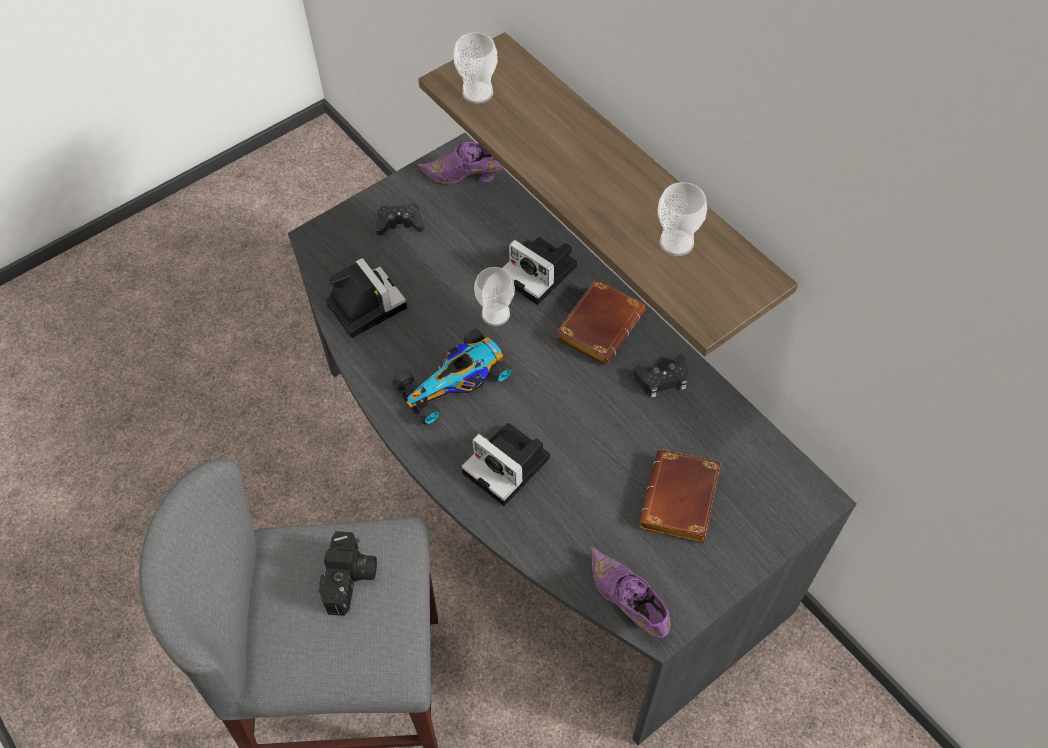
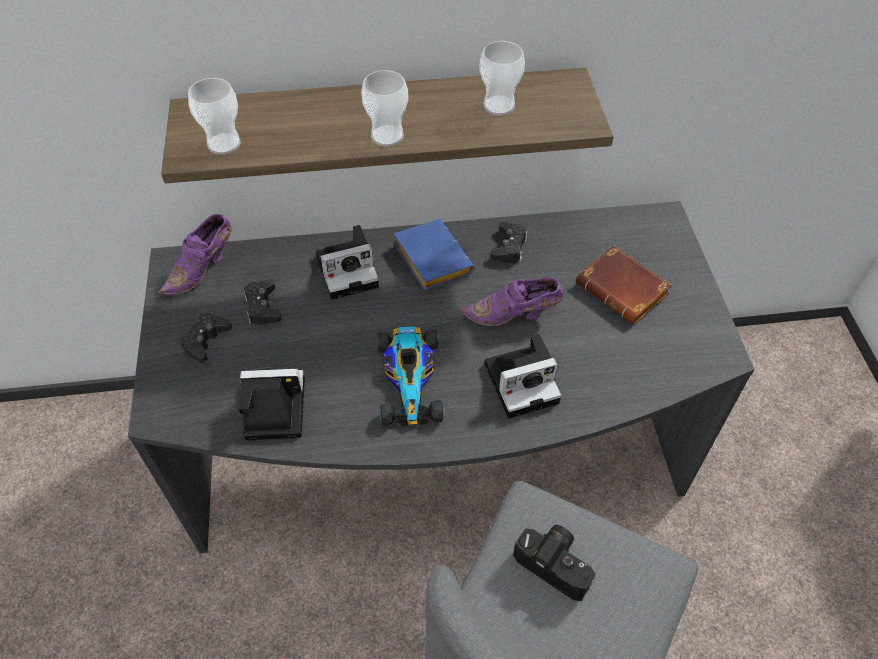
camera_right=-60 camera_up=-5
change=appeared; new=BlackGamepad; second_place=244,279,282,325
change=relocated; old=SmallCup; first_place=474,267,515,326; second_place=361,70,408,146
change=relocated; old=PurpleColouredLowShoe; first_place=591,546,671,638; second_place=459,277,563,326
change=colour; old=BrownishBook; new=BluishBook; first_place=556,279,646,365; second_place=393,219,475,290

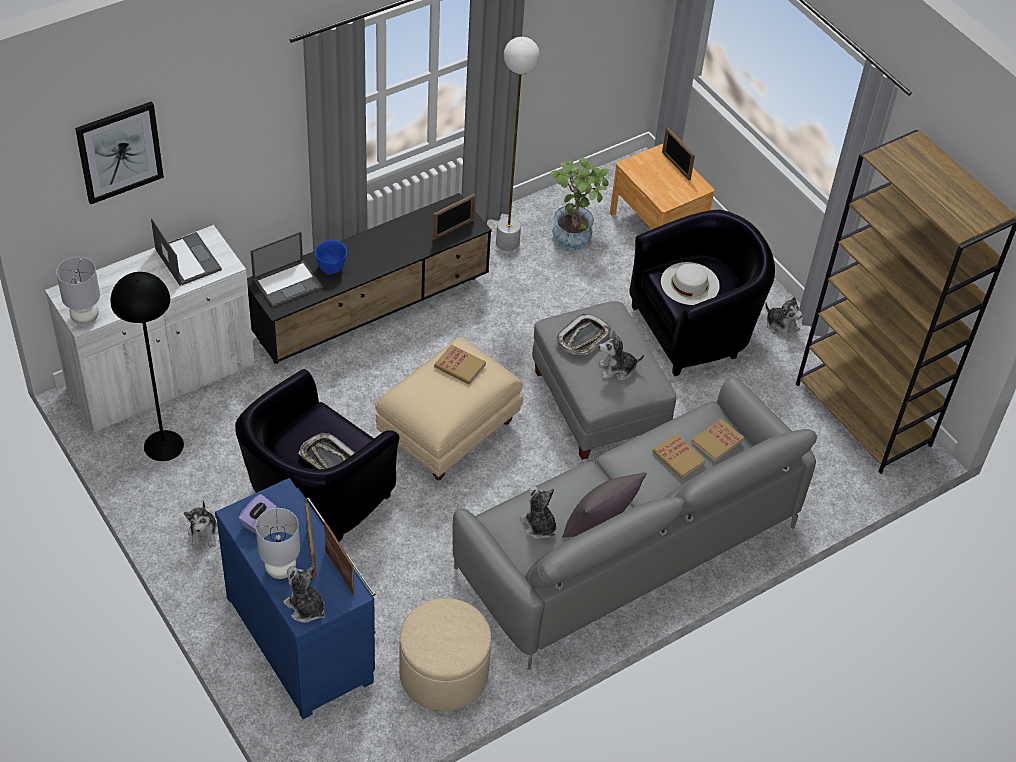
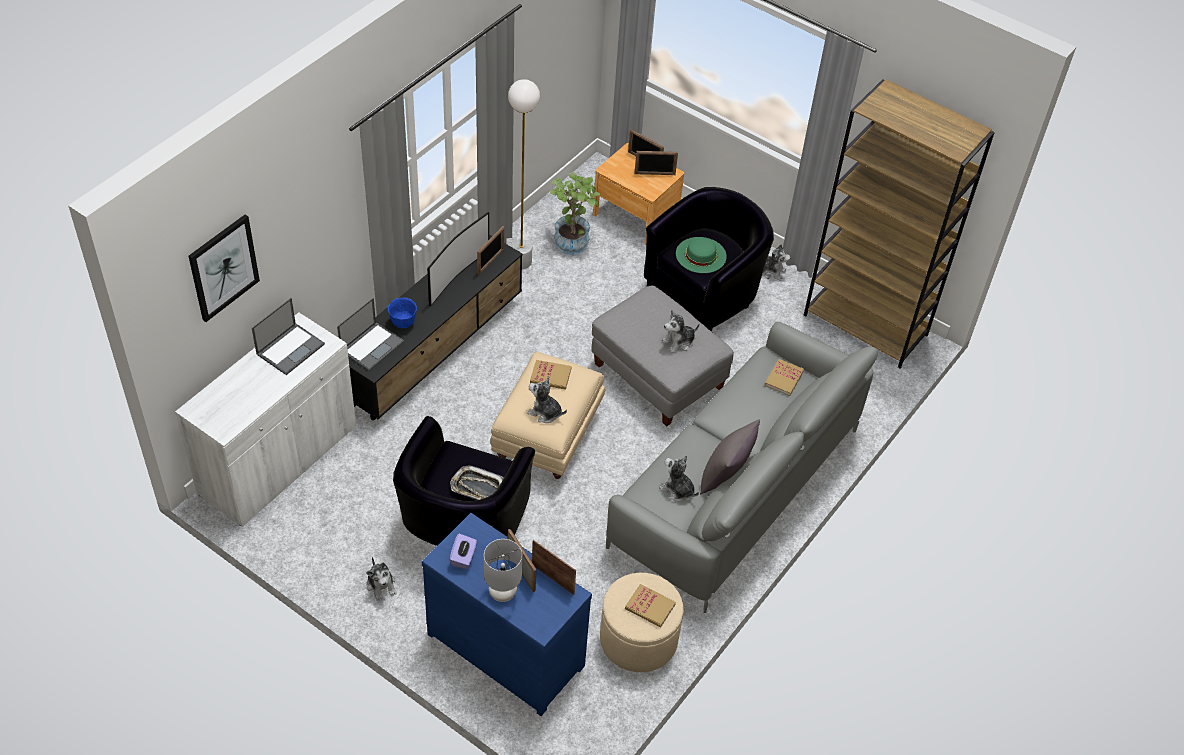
camera_right=-20 camera_up=0
change=missing; old=GreyishTabletopLamp; first_place=56,257,100,325
change=missing; old=BlackStandardLamp; first_place=111,272,184,461
change=missing; old=ServingTray; first_place=556,314,611,355
change=appeared; new=Tv; second_place=427,212,489,307
change=appeared; new=StandingFrame; second_place=634,151,678,175
change=relocated; old=PlushToy; first_place=283,565,325,623; second_place=527,377,567,423
change=relocated; old=Book; first_place=652,433,706,479; second_place=625,584,676,628
change=colour; old=WhitishWearableHat; new=GreenWearableHat; first_place=661,262,720,305; second_place=676,237,727,273
change=spun; old=Laptop; first_place=151,218,222,286; second_place=252,298,325,375; degrees=90

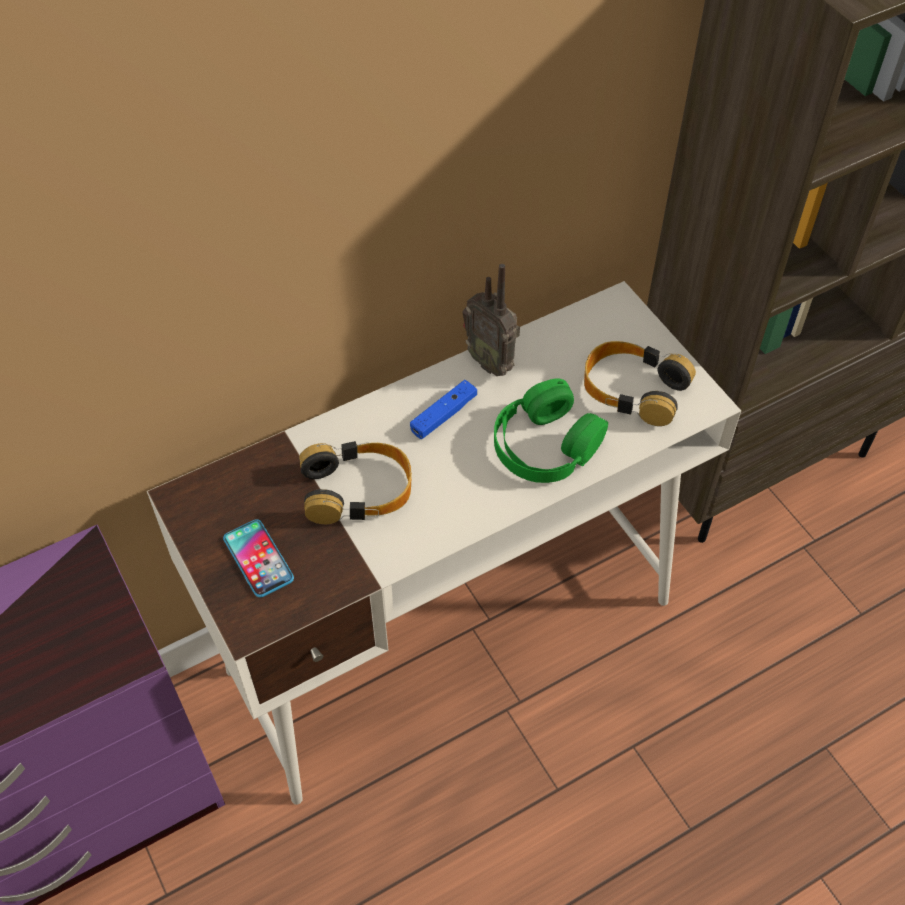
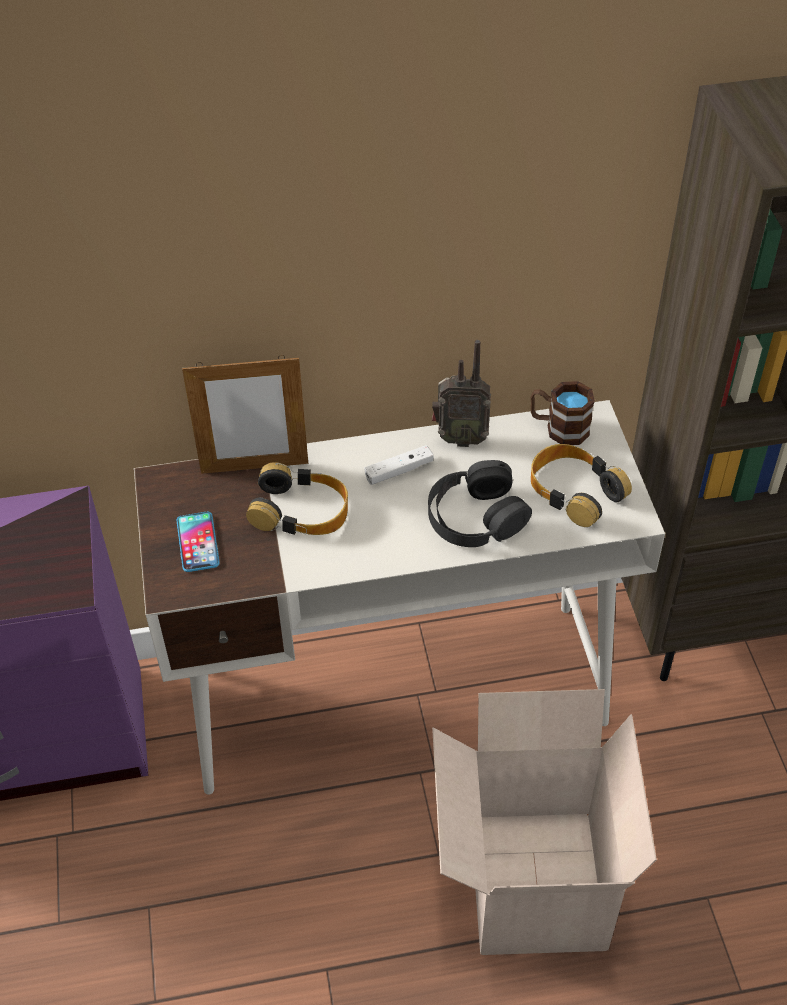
camera_right=20 camera_up=-5
change=appeared; new=StandingFrame; second_place=182,355,308,474
change=appeared; new=Carton; second_place=432,689,657,955
change=appeared; new=BrownishTeaMug; second_place=531,381,595,445
change=colour; old=BluishGamepad; new=WhitishGamepad; first_place=410,380,477,439; second_place=364,445,434,485
change=colour; old=GreenHeadset; new=BlackHeadset; first_place=494,378,608,483; second_place=428,460,532,547
change=spun; old=RadioSet; first_place=462,264,520,376; second_place=432,340,491,447; degrees=-60

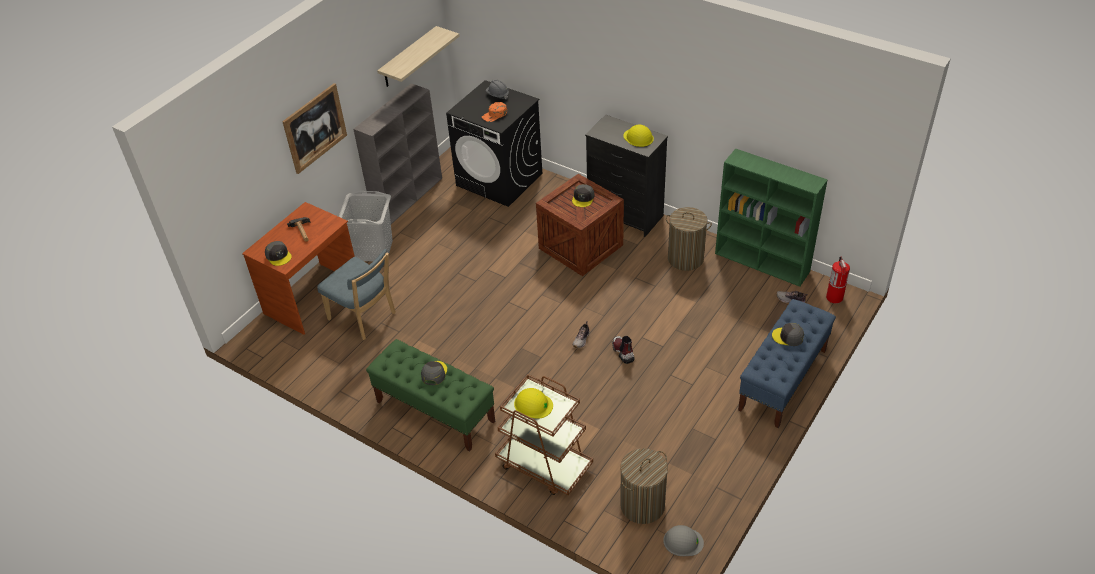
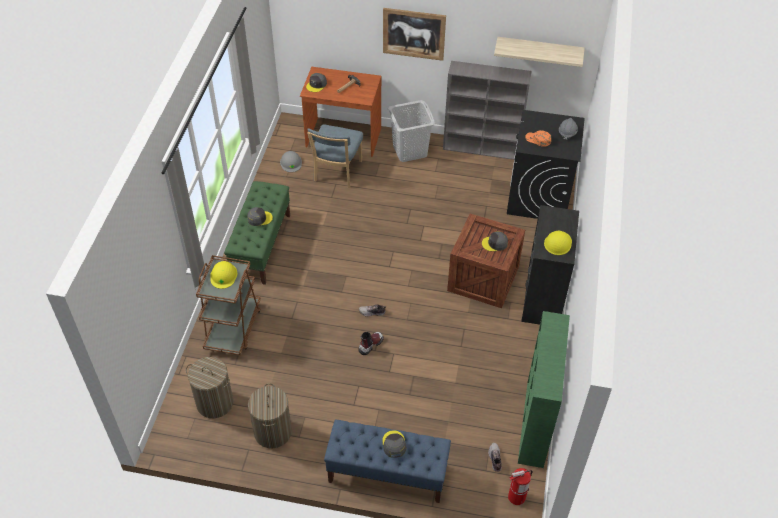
camera_right=65 camera_up=5
change=relocated; old=GreyishSafetyHelmet; first_place=663,525,704,556; second_place=280,151,302,172
change=relocated; old=WashingBasket; first_place=666,207,712,271; second_place=248,383,292,448

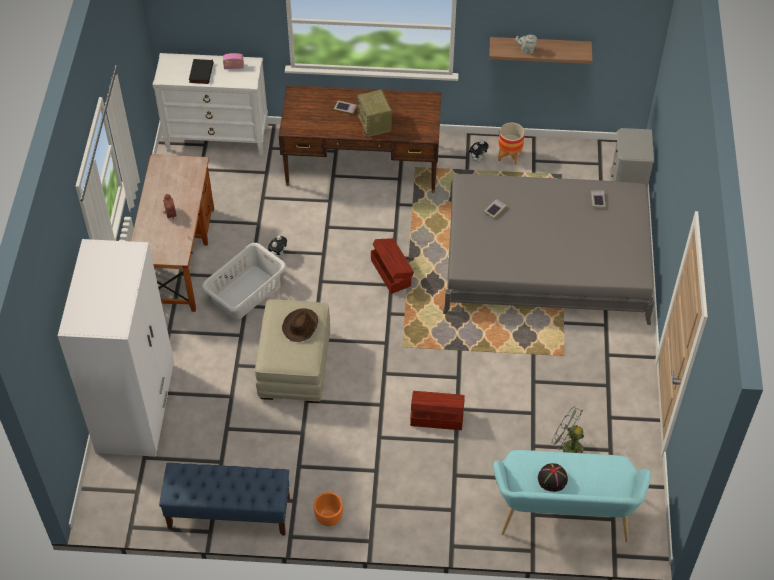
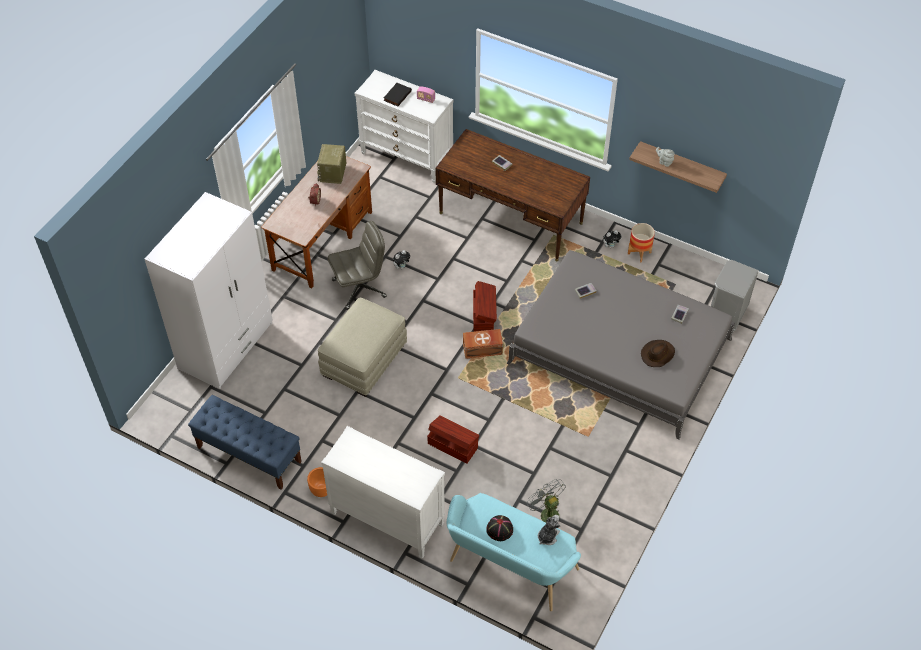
camera_right=25 camera_up=0
change=appeared; new=WhitishDrawerChest; second_place=321,426,445,559
change=appeared; new=BrownishStorageContainer; second_place=463,329,503,359
change=appeared; new=PlushToy; second_place=538,515,560,545
change=relocated; old=BrownishWearableHat; first_place=282,308,318,342; second_place=641,340,675,367
change=relocated; old=RadioSet; first_place=357,90,392,137; second_place=317,144,346,184
change=exchanged; old=GreyishWashingBasket; new=GreyishDeskChair; first_place=202,243,286,319; second_place=328,221,387,310

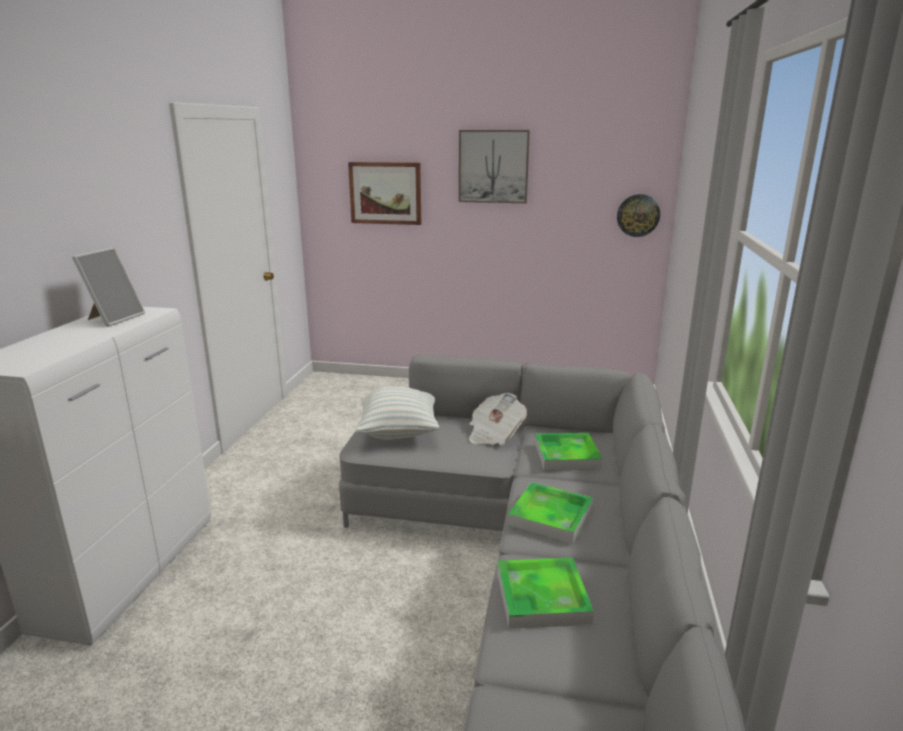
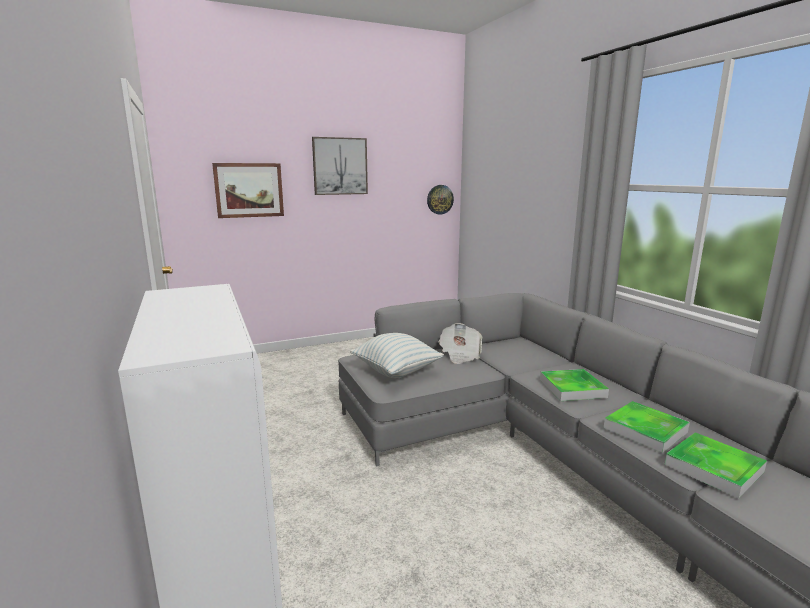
camera_right=-35 camera_up=-5
change=missing; old=StandingFrame; first_place=72,248,145,327
change=relocated; old=ServingTray; first_place=535,433,603,470; second_place=665,432,767,499

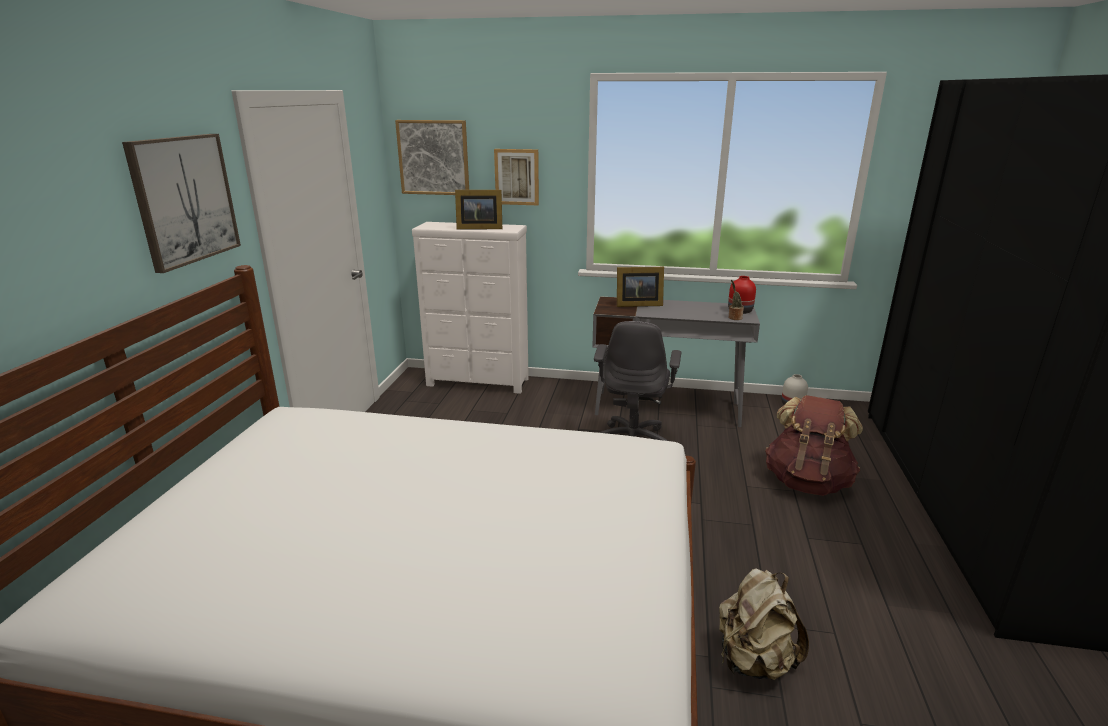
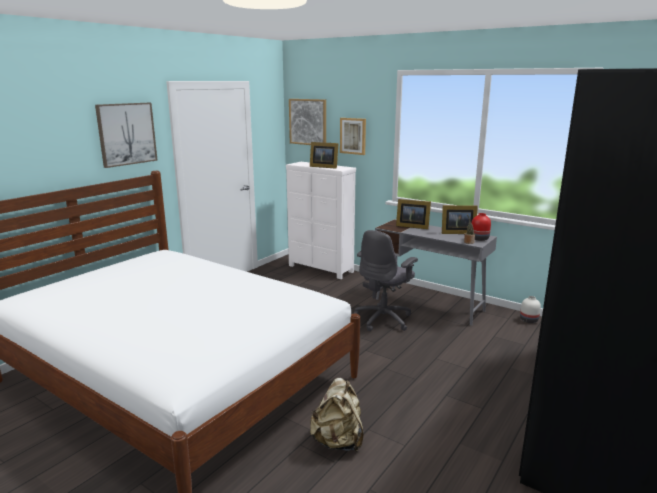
camera_right=25 camera_up=-5
change=missing; old=BrownishKnapsack; first_place=765,395,863,496
change=appeared; new=StandingFrame; second_place=442,205,478,234

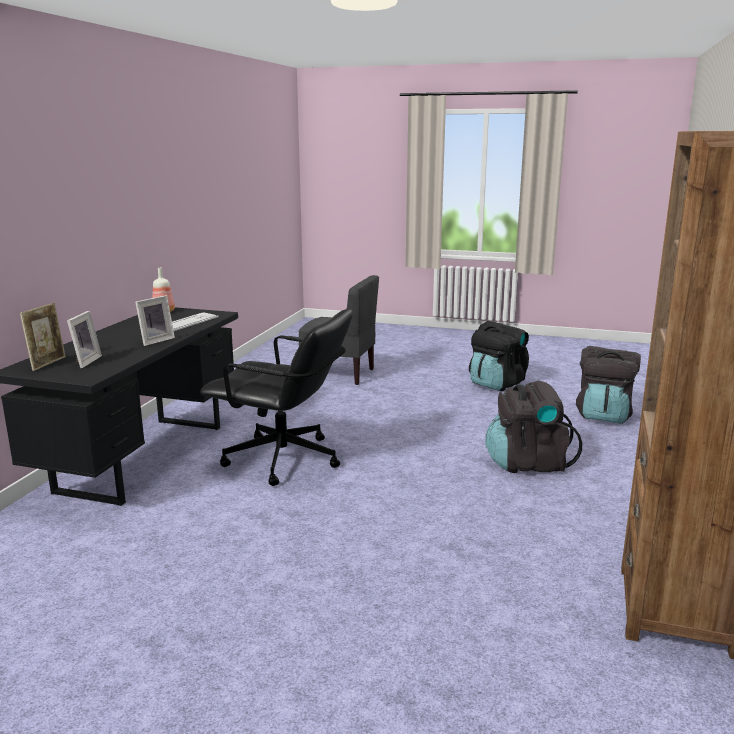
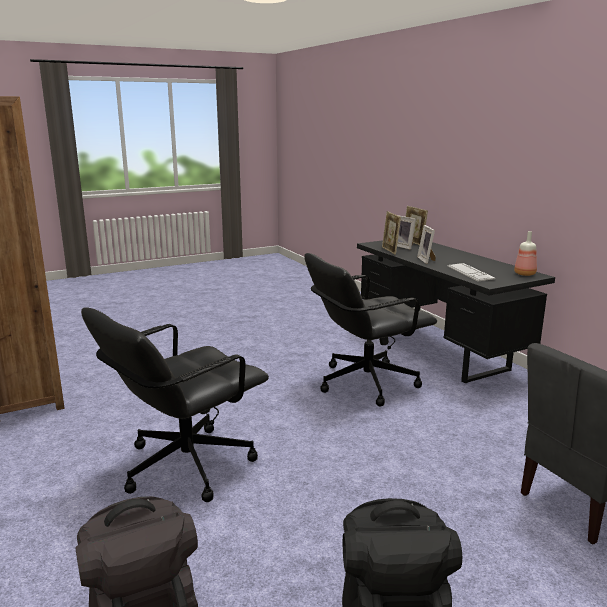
camera_right=135 camera_up=0
change=appeared; new=StandingFrame; second_place=382,211,401,255
change=exchanged; old=BlackKnapsack; new=BlackDeskChair; first_place=485,381,582,473; second_place=81,308,269,502

